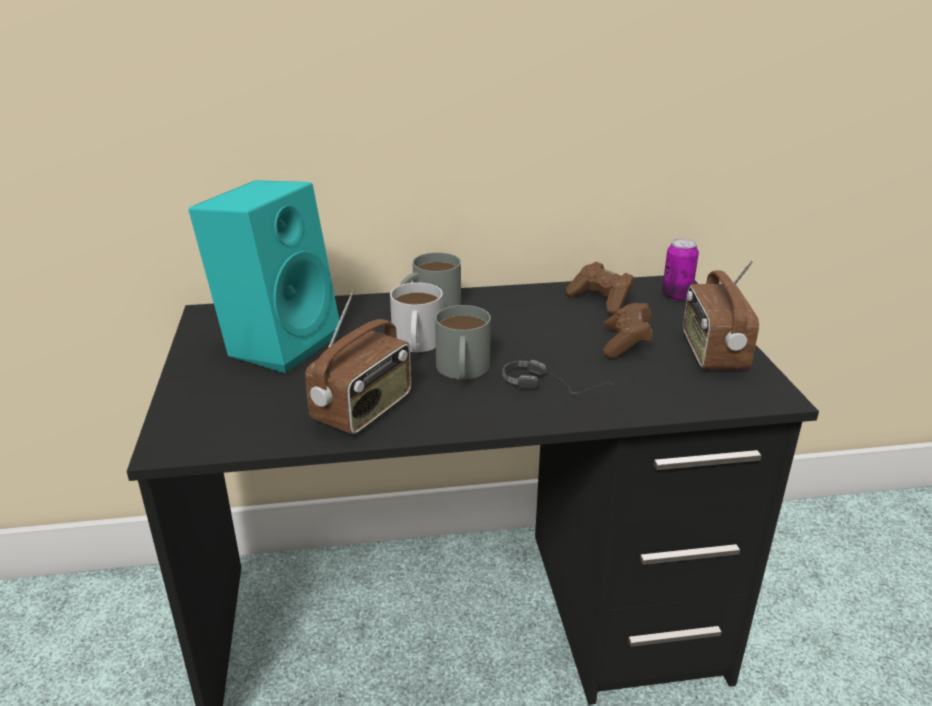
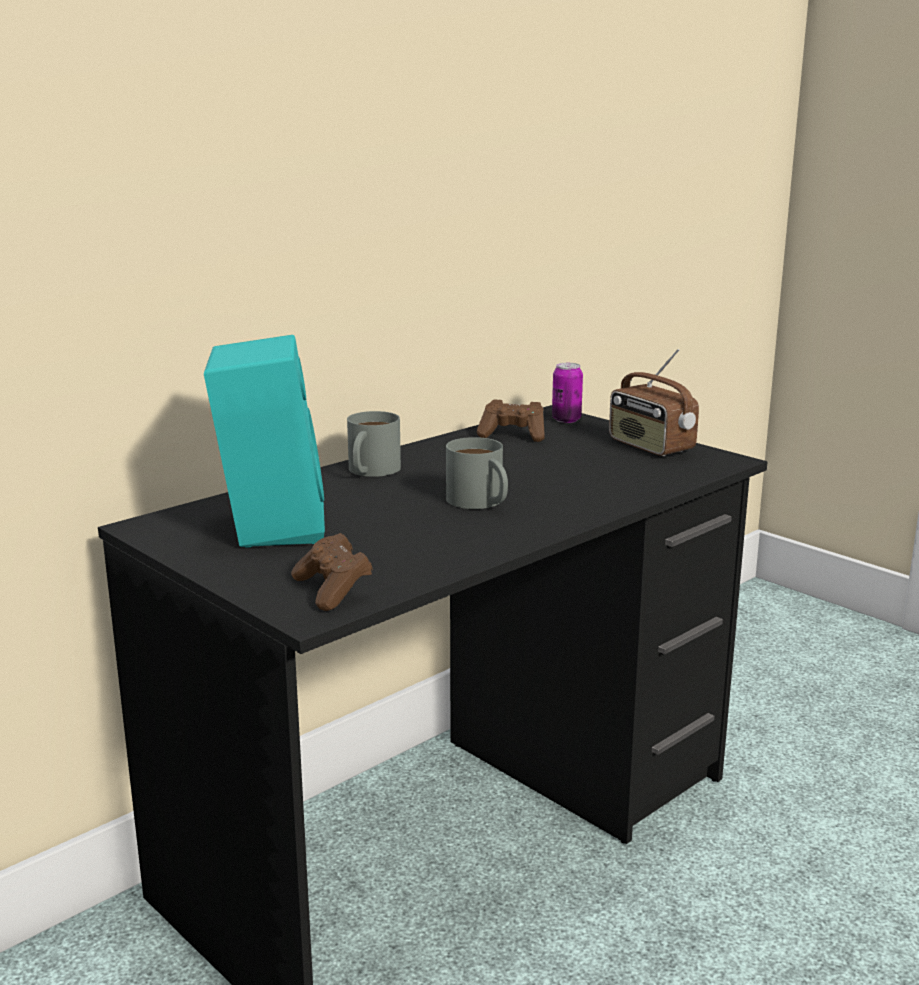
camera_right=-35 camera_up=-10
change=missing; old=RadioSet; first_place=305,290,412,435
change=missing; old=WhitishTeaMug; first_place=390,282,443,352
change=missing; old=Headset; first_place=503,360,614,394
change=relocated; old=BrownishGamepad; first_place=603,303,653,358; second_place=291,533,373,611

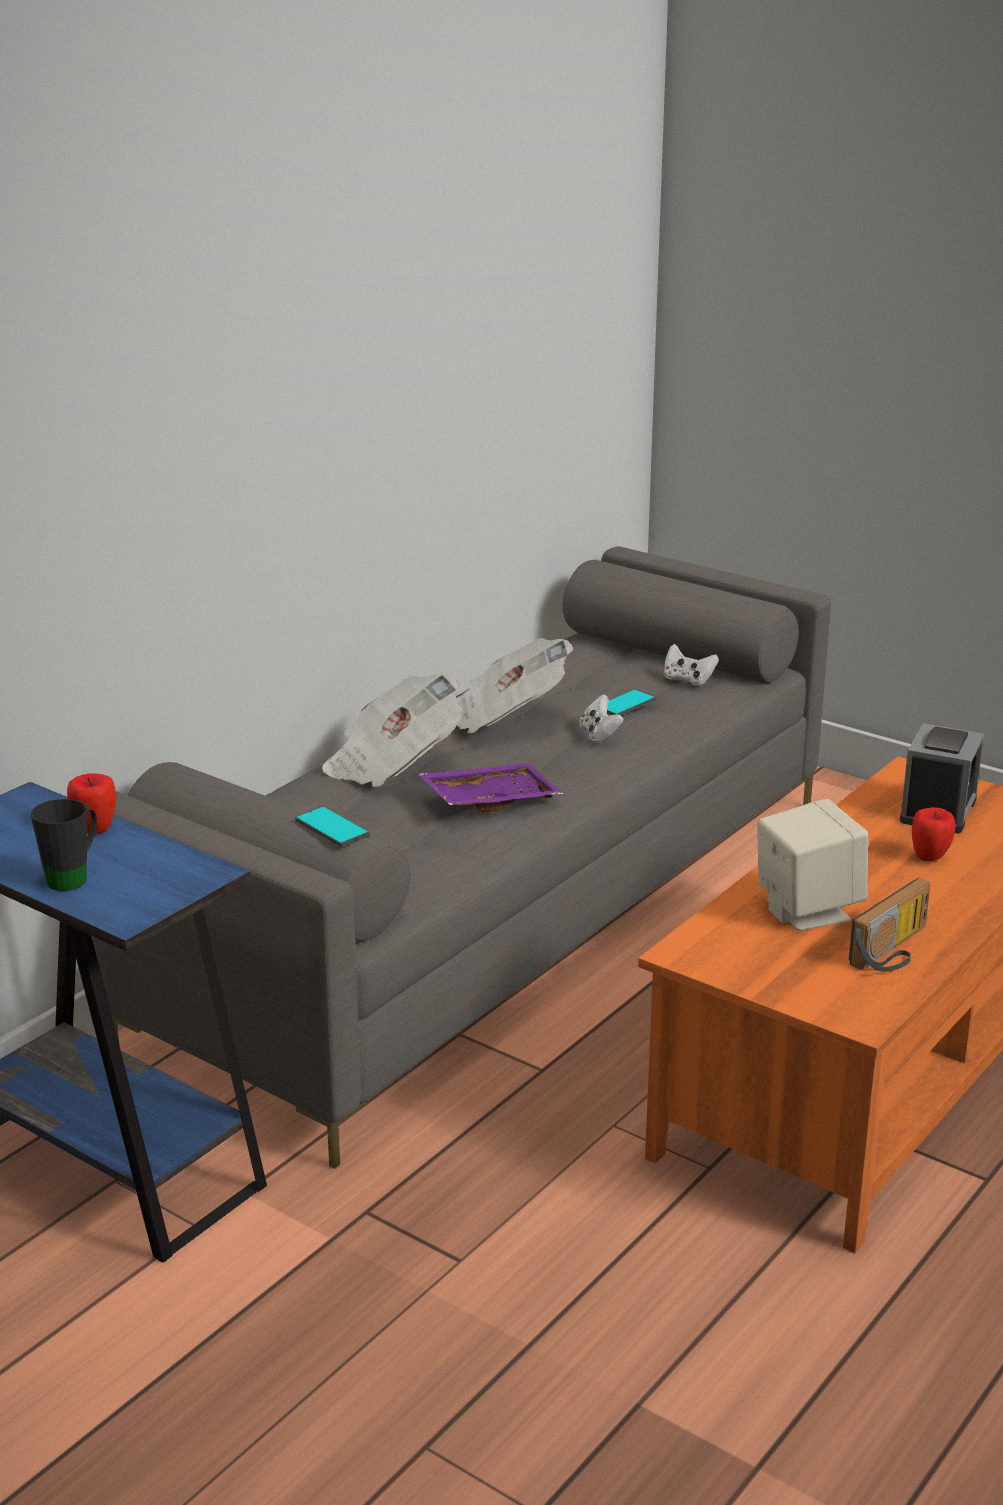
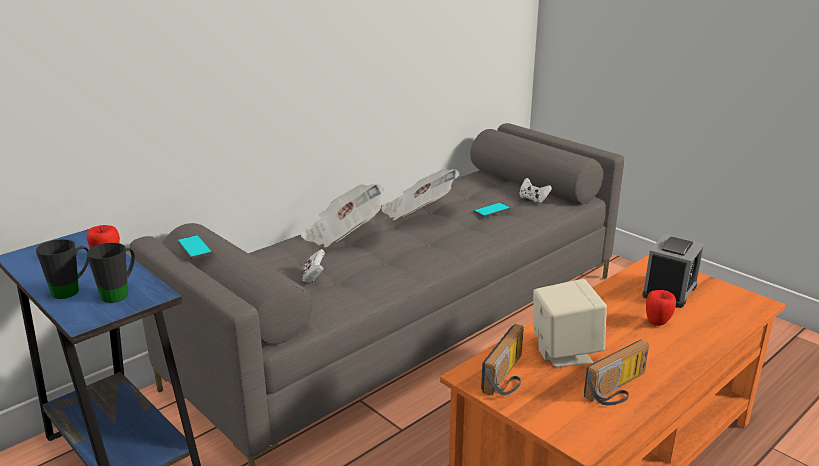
camera_right=10 camera_up=0
change=missing; old=PurpleColouredServingTray; first_place=418,763,563,812
change=appeared; new=BlackTeaMug; second_place=87,243,135,303
change=appeared; new=RadioSet; second_place=481,324,524,395
change=relocated; old=Telephone; first_place=295,806,370,847; second_place=177,235,213,259
change=relocated; old=WhitishGamepad; first_place=579,694,624,743; second_place=301,249,325,283

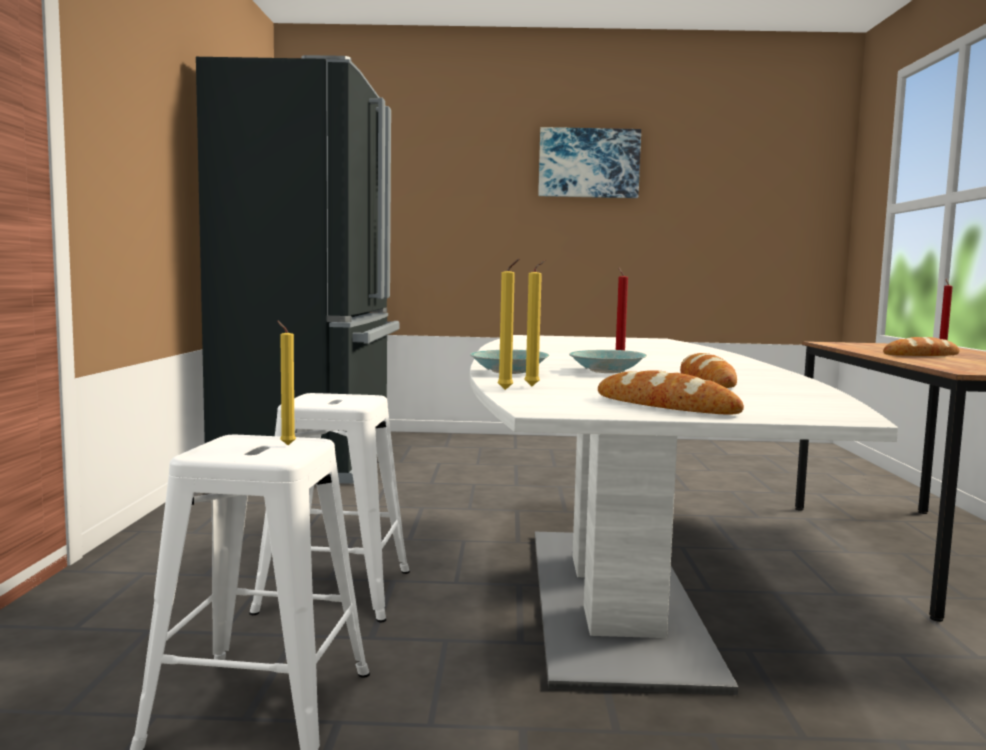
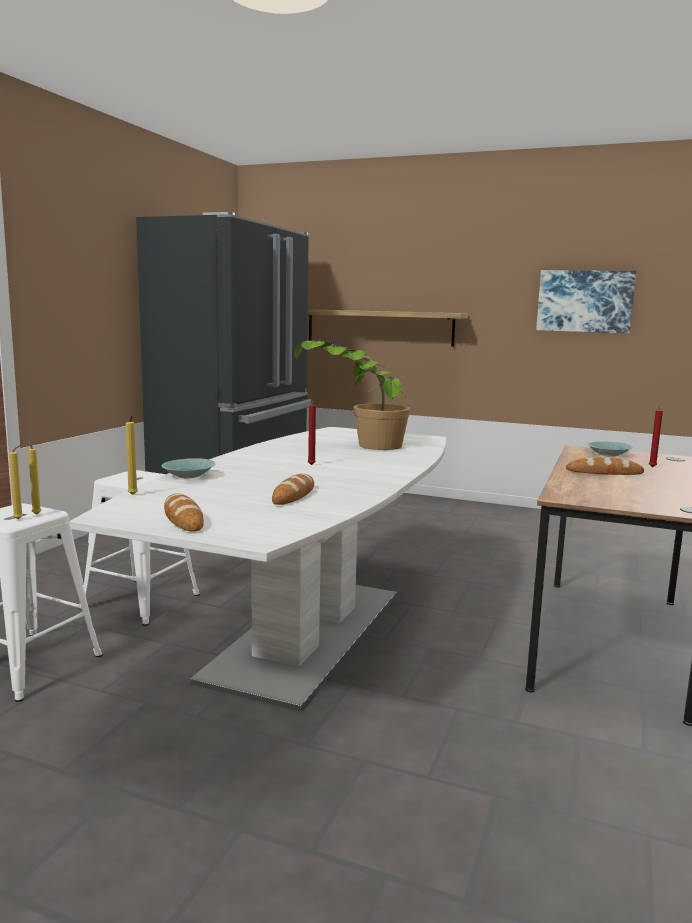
camera_right=20 camera_up=5
change=appeared; new=Houseplant; second_place=295,341,410,450
change=appeared; new=Shelf; second_place=308,309,468,346
change=relocated; old=YellowCandle; first_place=524,260,545,386; second_place=9,445,23,520
change=relocated; old=WallPicture; first_place=538,127,641,198; second_place=536,270,636,333
change=relocated; old=TurquoiseDeepDish; first_place=569,350,647,373; second_place=587,441,633,456

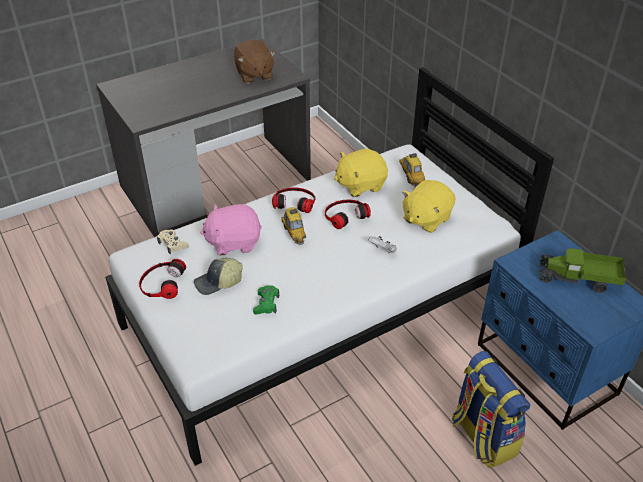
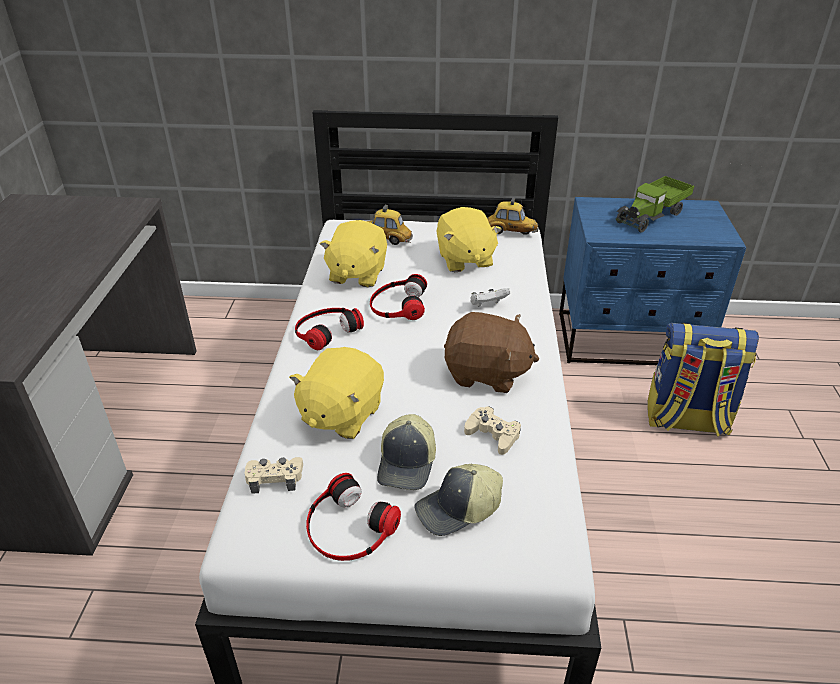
camera_right=-55 camera_up=-5
change=appeared; new=BaseballCap; second_place=414,464,503,536
change=relocated; old=BrownishPlushToy; first_place=234,40,276,84; second_place=444,312,539,393
change=relocated; old=ModelCar; first_place=281,207,306,245; second_place=487,197,539,235
change=colour; old=PinkColouredPlushToy; new=YellowPlushToy; first_place=200,204,262,256; second_place=289,347,384,439
change=colour; old=GreenGamepad; new=BeigeGamepad; first_place=253,285,279,315; second_place=464,406,521,455

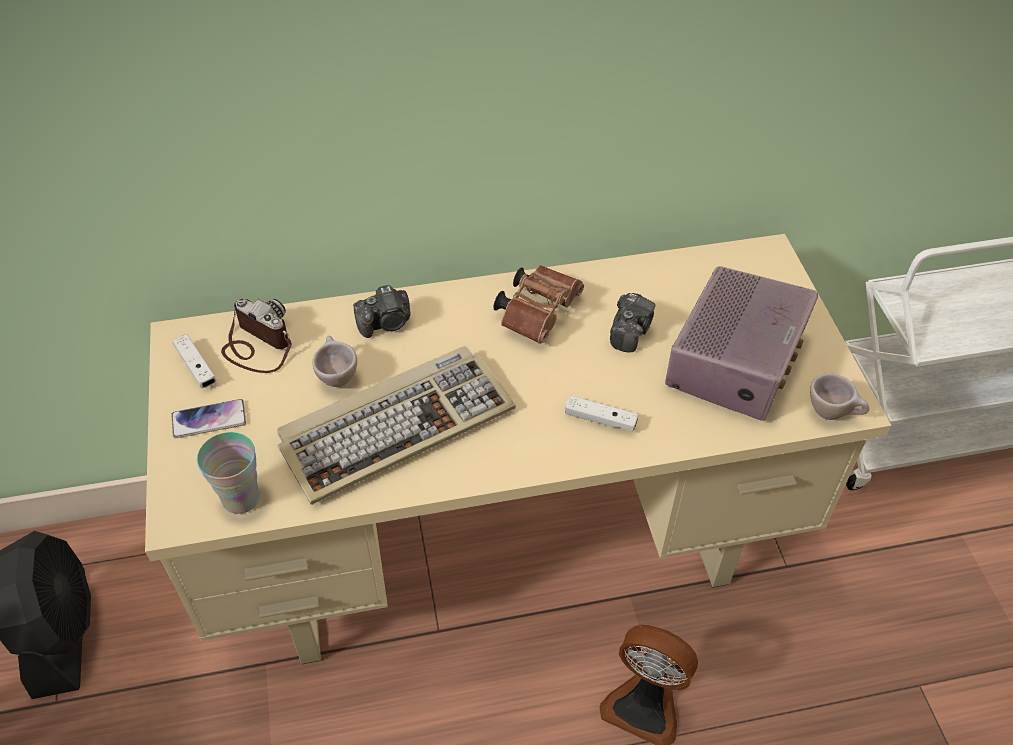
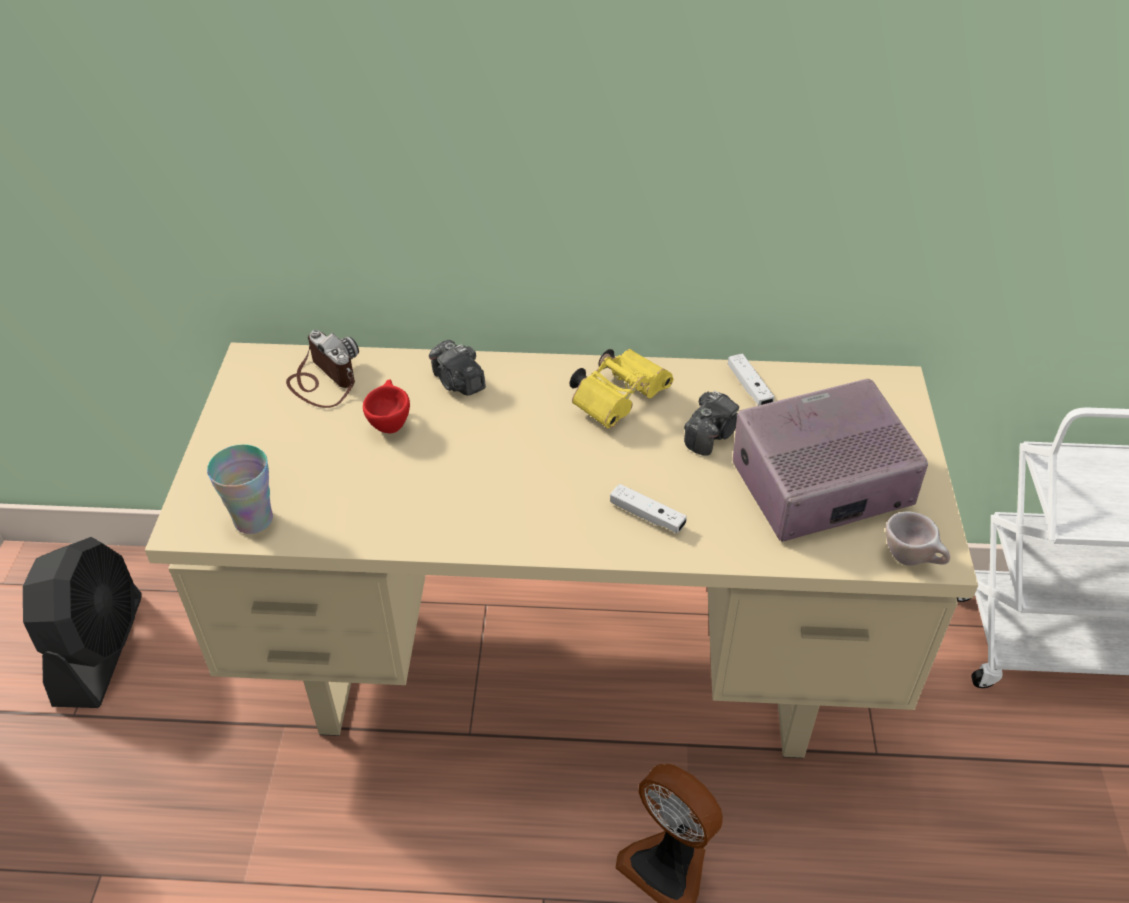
camera_right=15 camera_up=-5
change=missing; old=Telephone; first_place=171,399,246,438
change=missing; old=PcKeyboard; first_place=277,346,516,505
change=relocated; old=WhitishGamepad; first_place=172,334,217,388; second_place=728,354,775,406
change=colour; old=BeigeSmallCup; new=RedSmallCup; first_place=312,336,357,387; second_place=363,379,410,433
change=colour; old=BrownishPairOfBinoculars; new=YellowPairOfBinoculars; first_place=493,265,584,344; second_place=569,349,673,428
change=spun; old=StillCamera; first_place=353,285,411,338; second_place=429,340,486,396; degrees=60
change=spun; old=RadioSet; first_place=665,267,818,421; second_place=733,379,928,542; degrees=-150

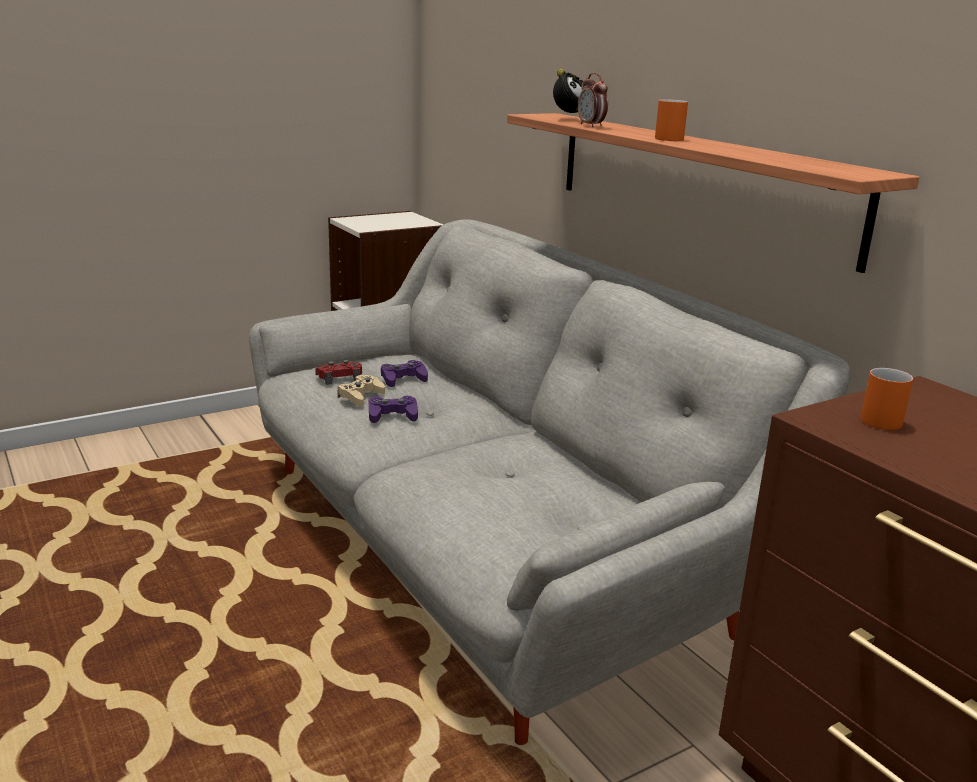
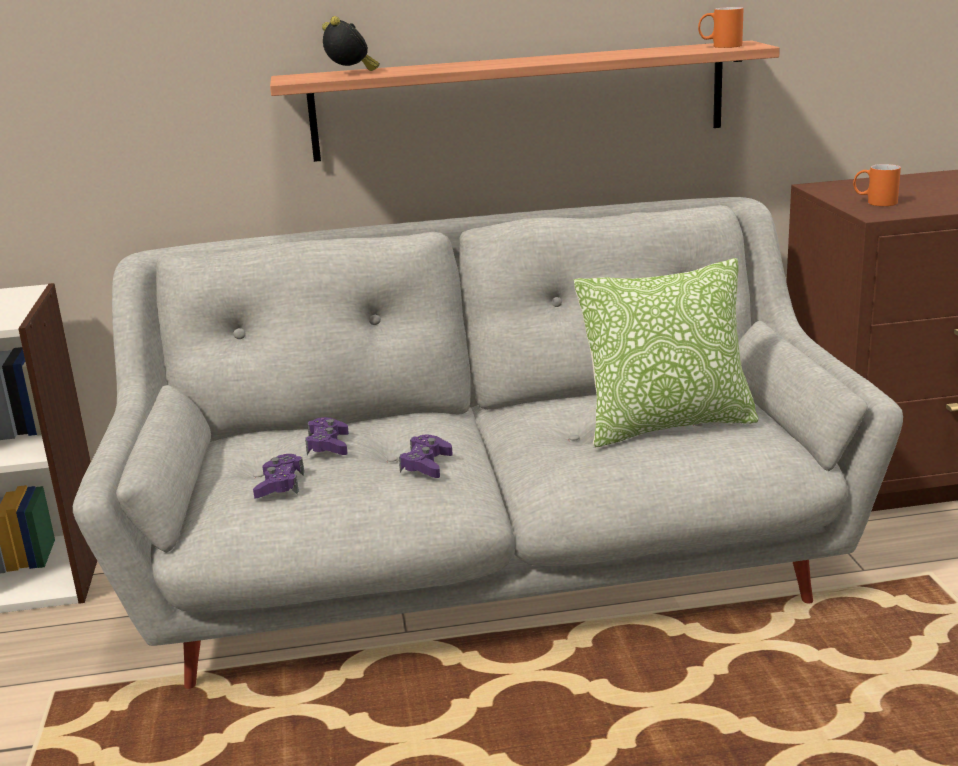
camera_right=-65 camera_up=0
change=missing; old=BeigeGamepad; first_place=338,375,385,406
change=missing; old=BedsideClock; first_place=578,73,608,127
change=appeared; new=Cushion; second_place=574,258,759,448
change=relocated; old=OrangeColouredTeaMug; first_place=655,100,688,141; second_place=698,7,744,48
change=colour; old=RedGamepad; new=PurpleColouredGamepad; first_place=315,360,362,385; second_place=253,454,304,499

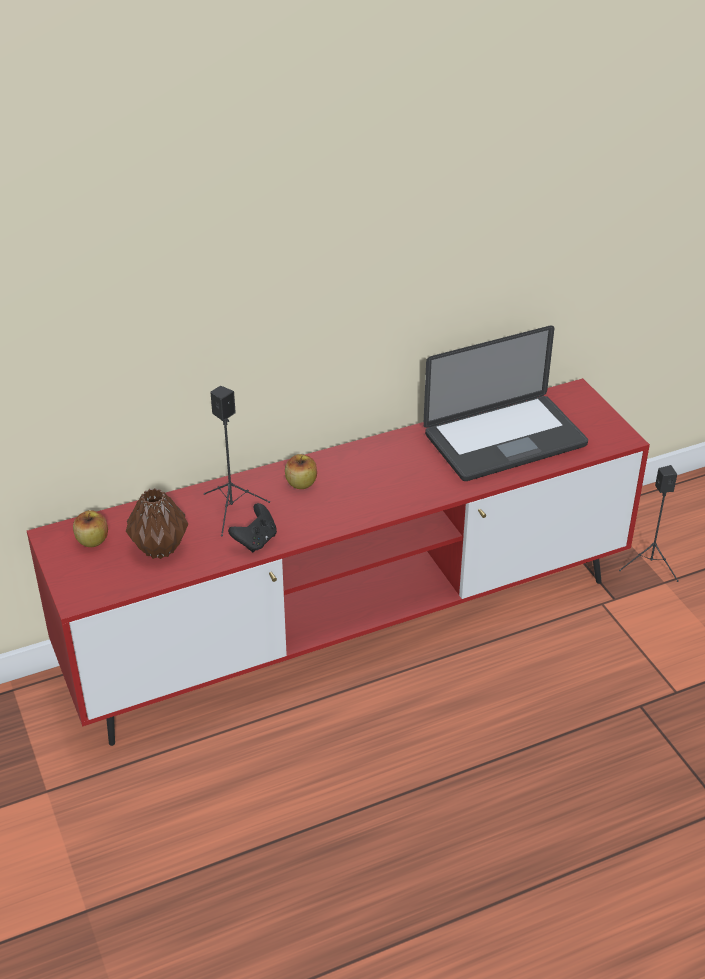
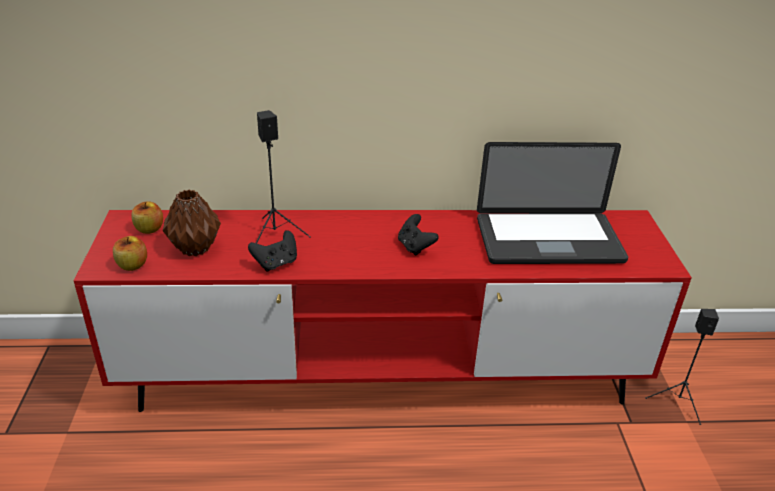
camera_right=20 camera_up=-5
change=appeared; new=BlackGamepad; second_place=398,214,439,256
change=relocated; old=WholeApple; first_place=285,454,317,489; second_place=113,236,147,271

